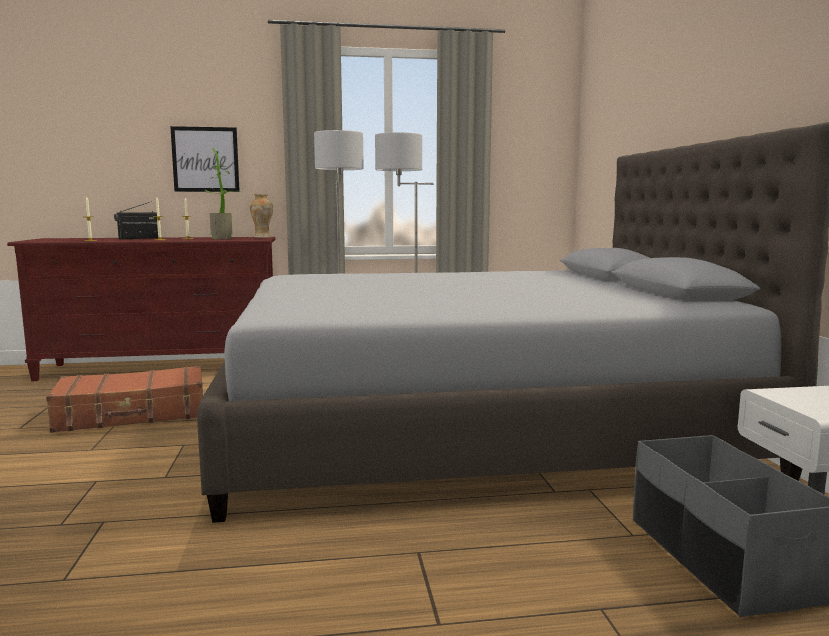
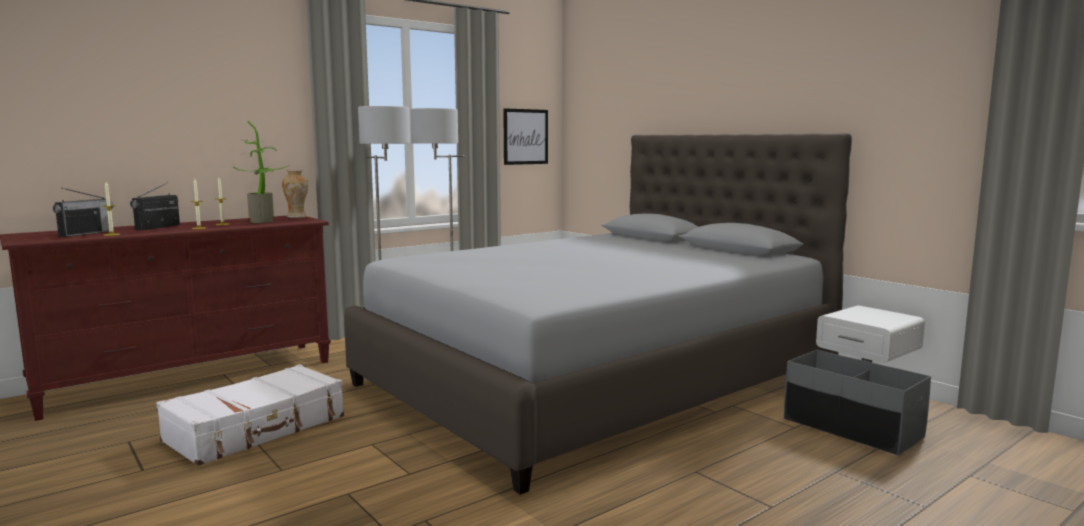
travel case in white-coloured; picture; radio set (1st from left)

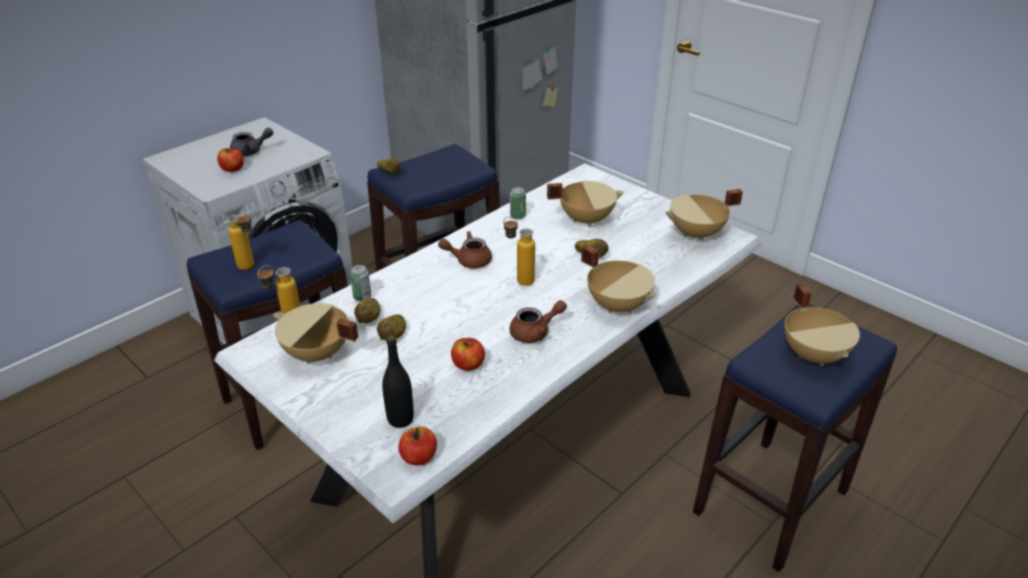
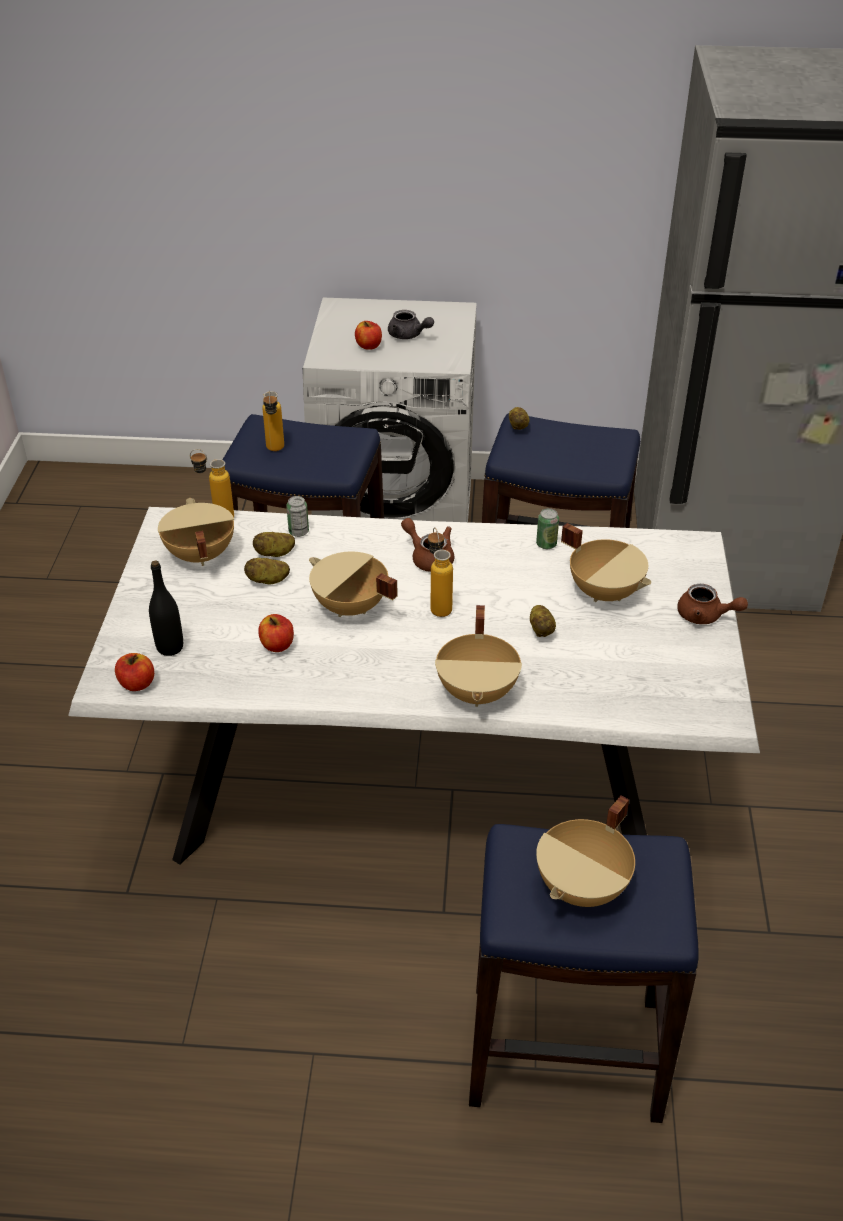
teapot in brownish (2nd from left); cooking pot in beige-coloured (2nd from left)

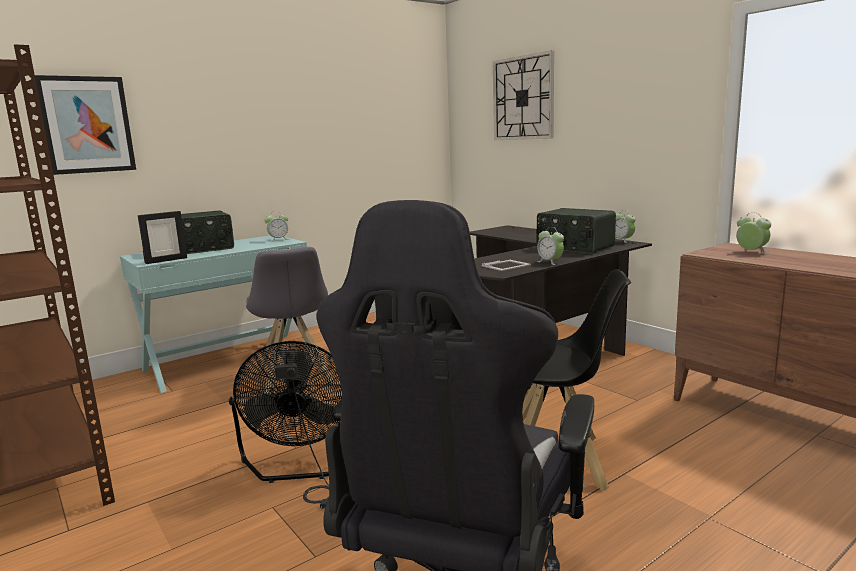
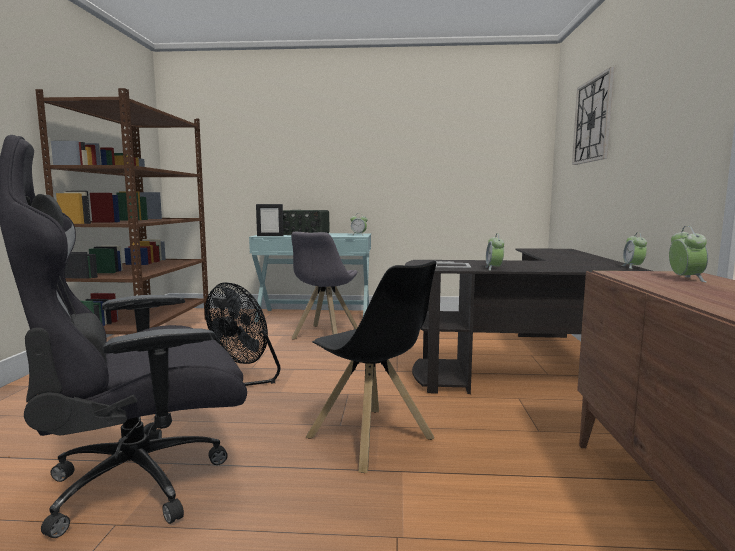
picture; radio set (2nd from left in the first image)

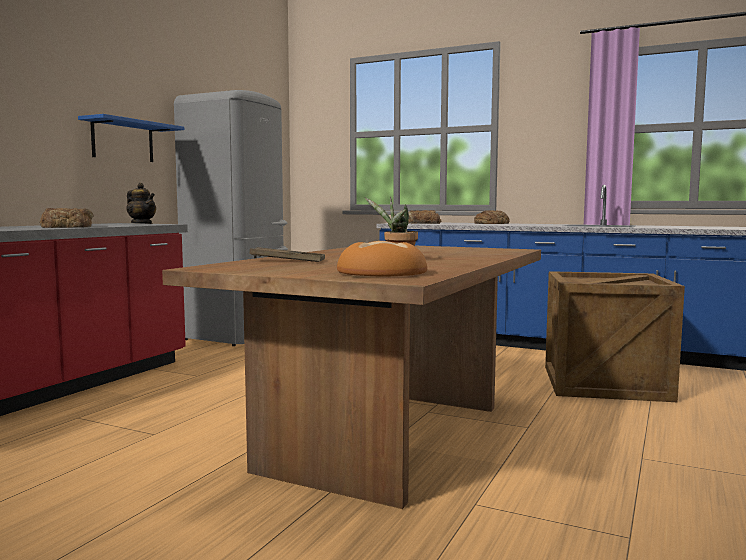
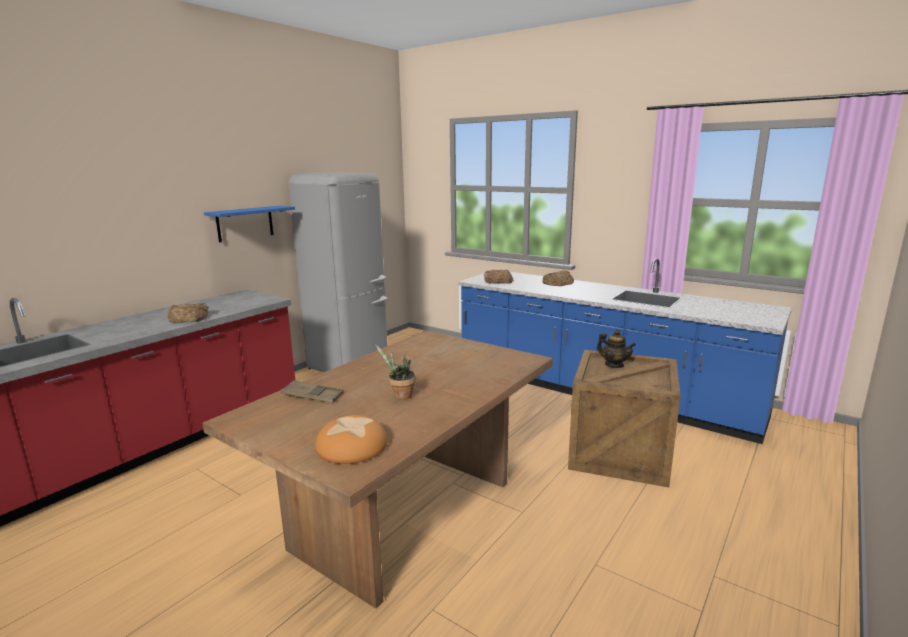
teapot

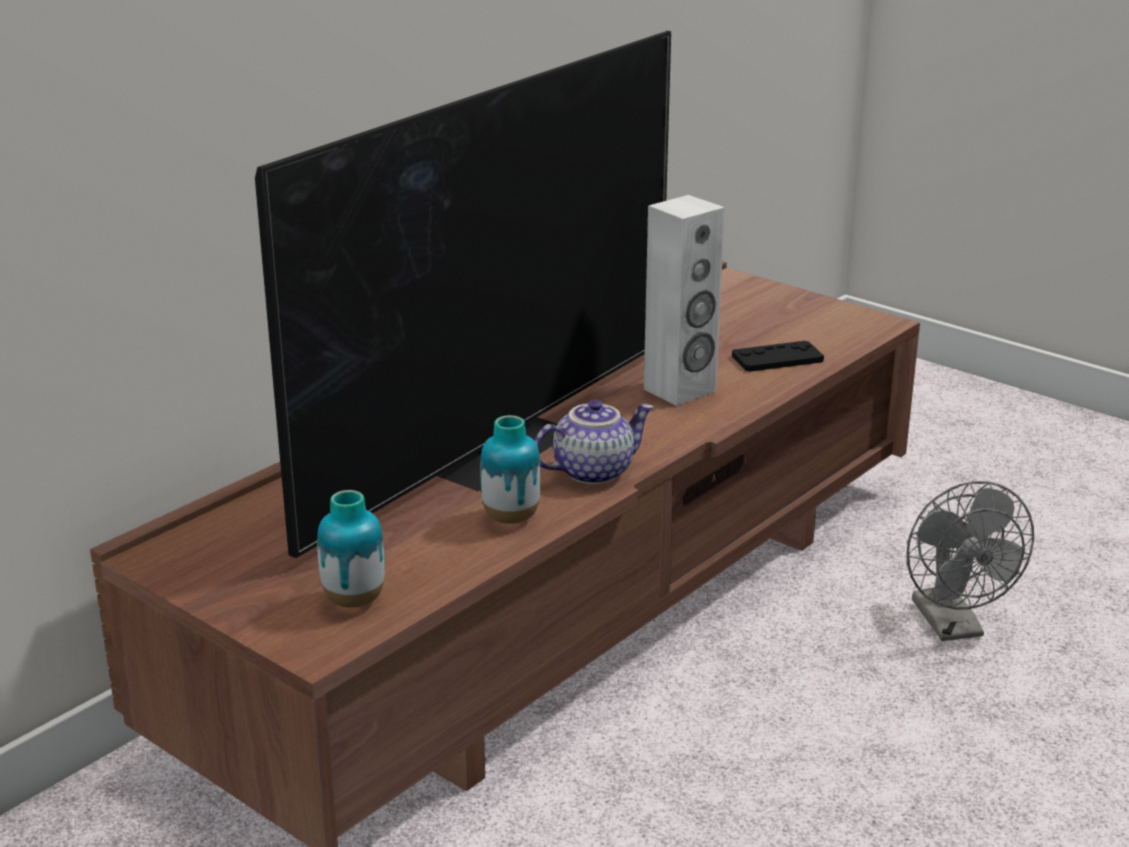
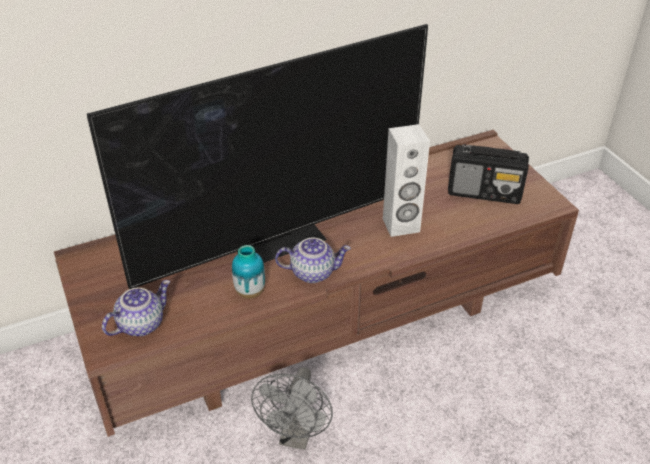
teapot (1st from left); joypad in blackish; fan in greyish; radio set

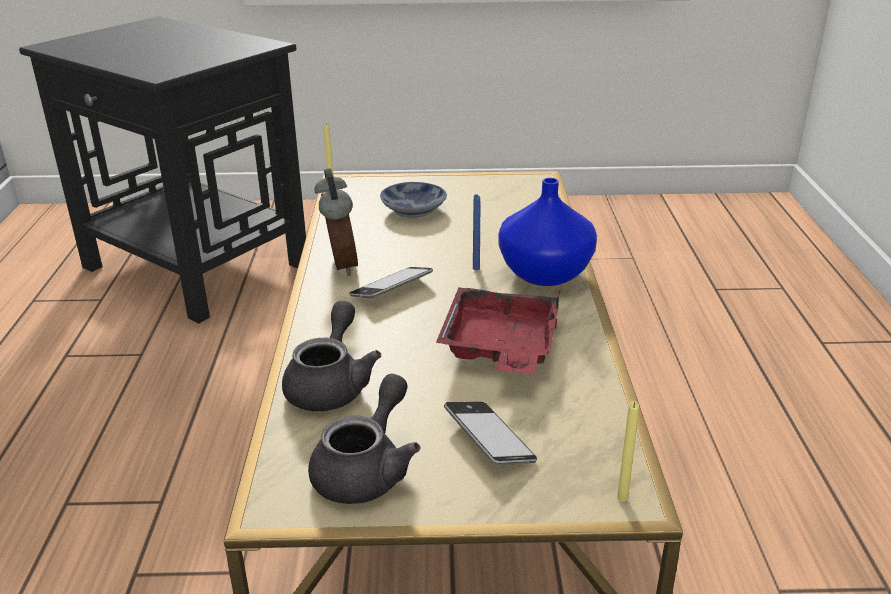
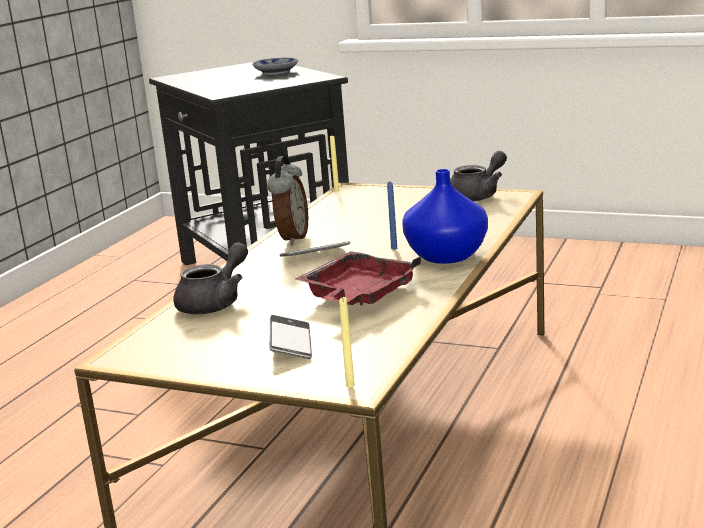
teapot in greyish (2nd from left); deep dish

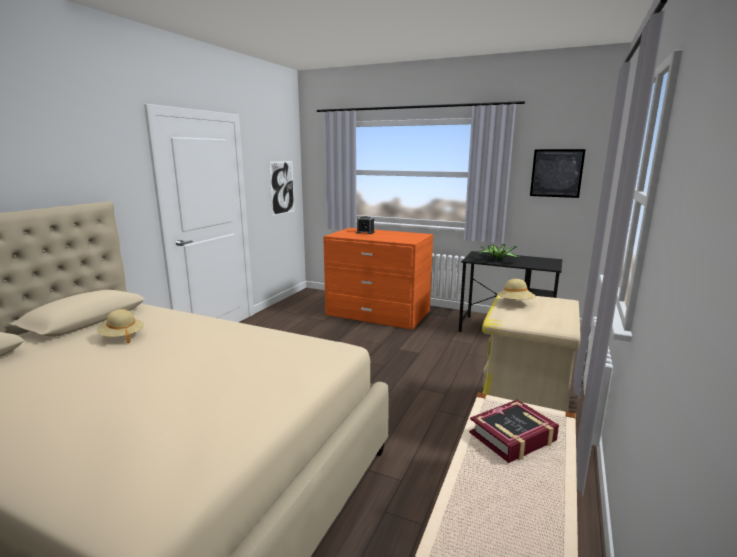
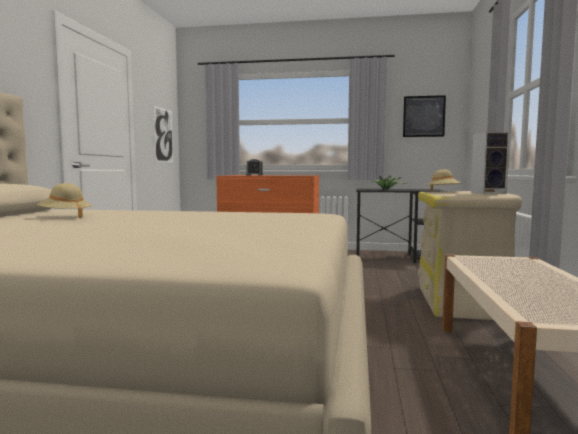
bound book; audio speaker

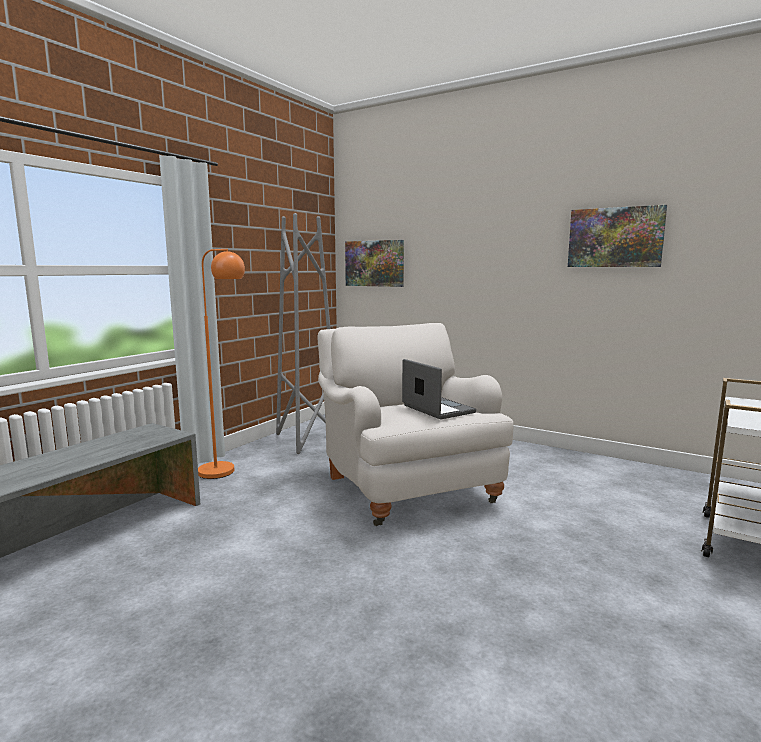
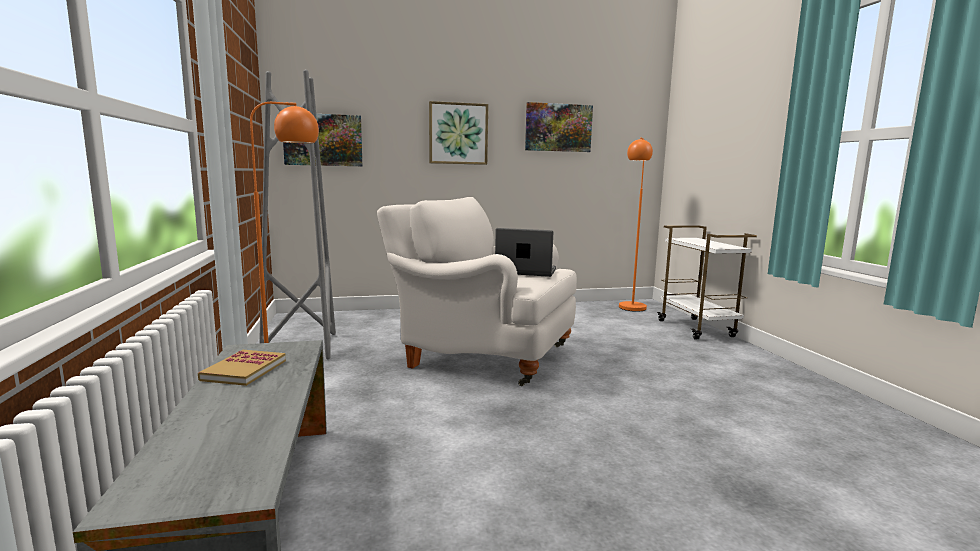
bound book; picture (2nd from left); standard lamp in orange (2nd from left)

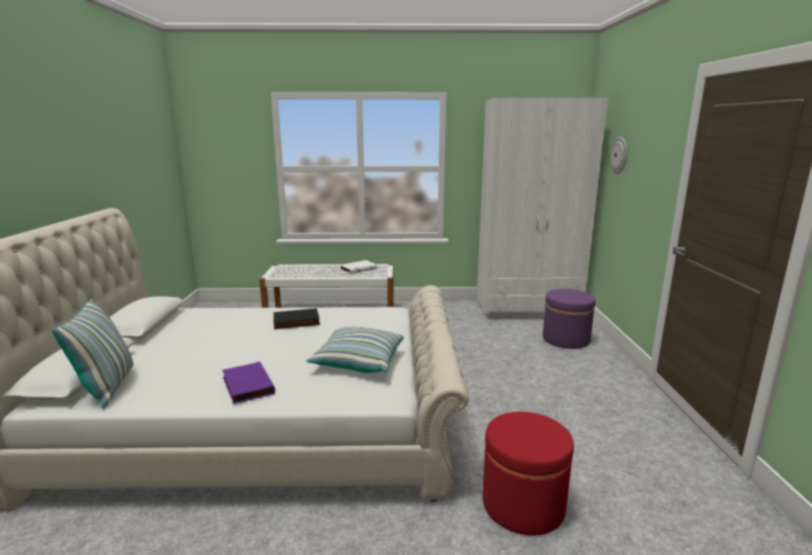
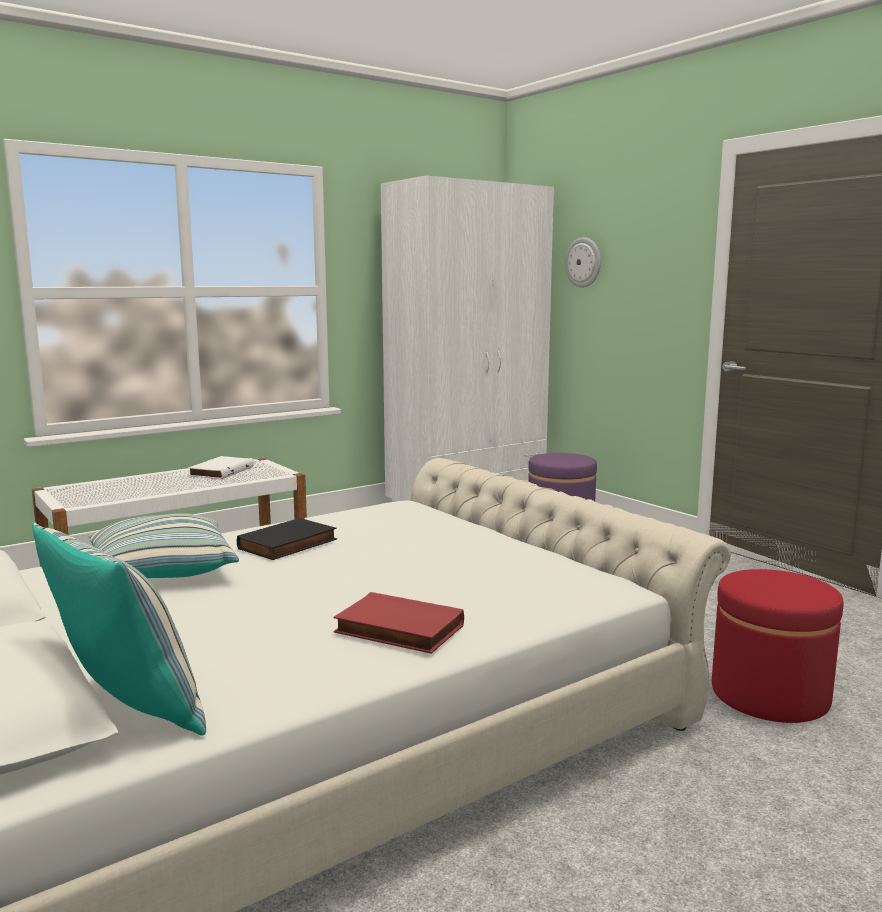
bound book in reddish; throw pillow (2nd from left)

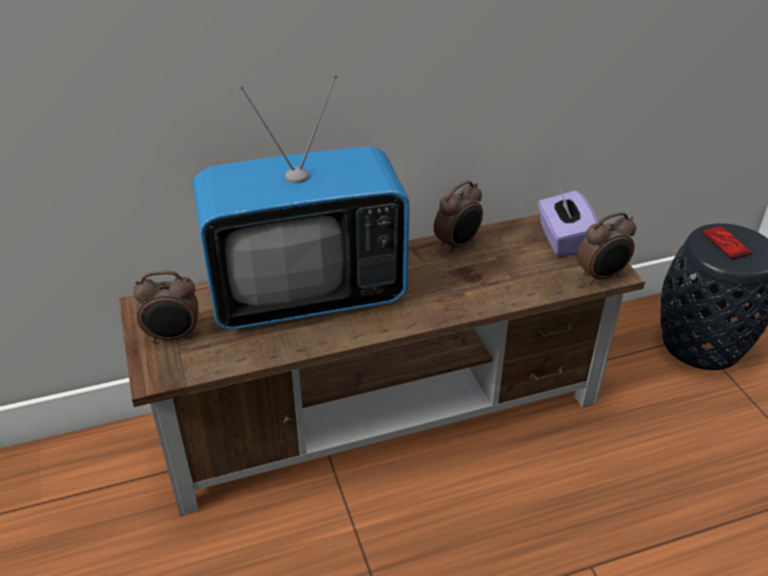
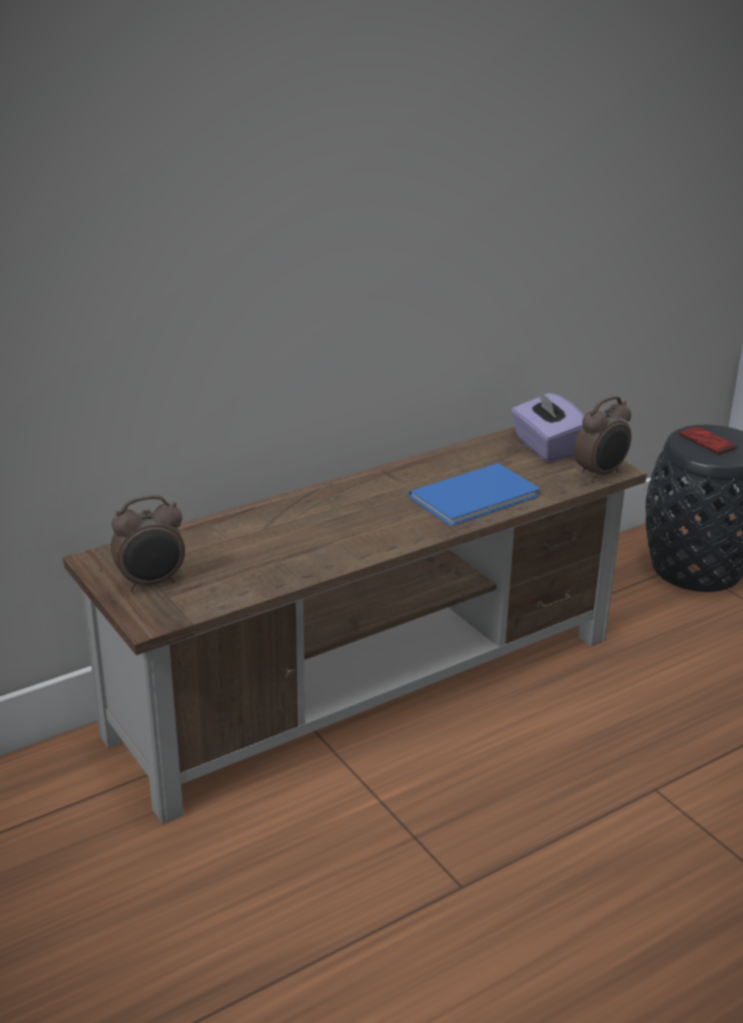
TV set; table clock (2nd from left in the first image); bound book in bluish

